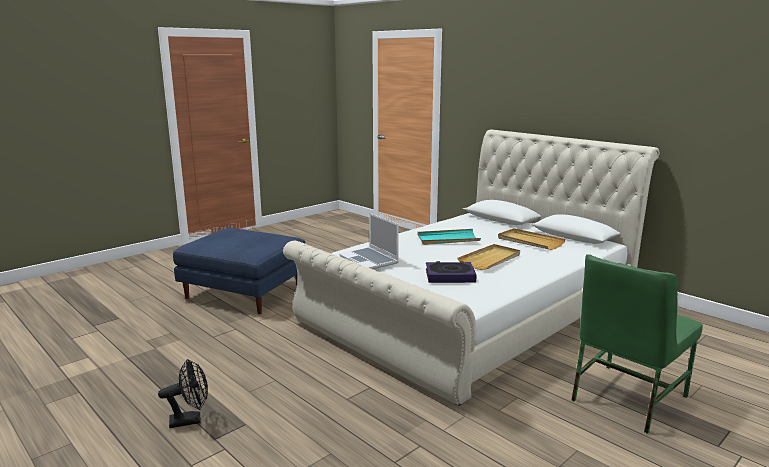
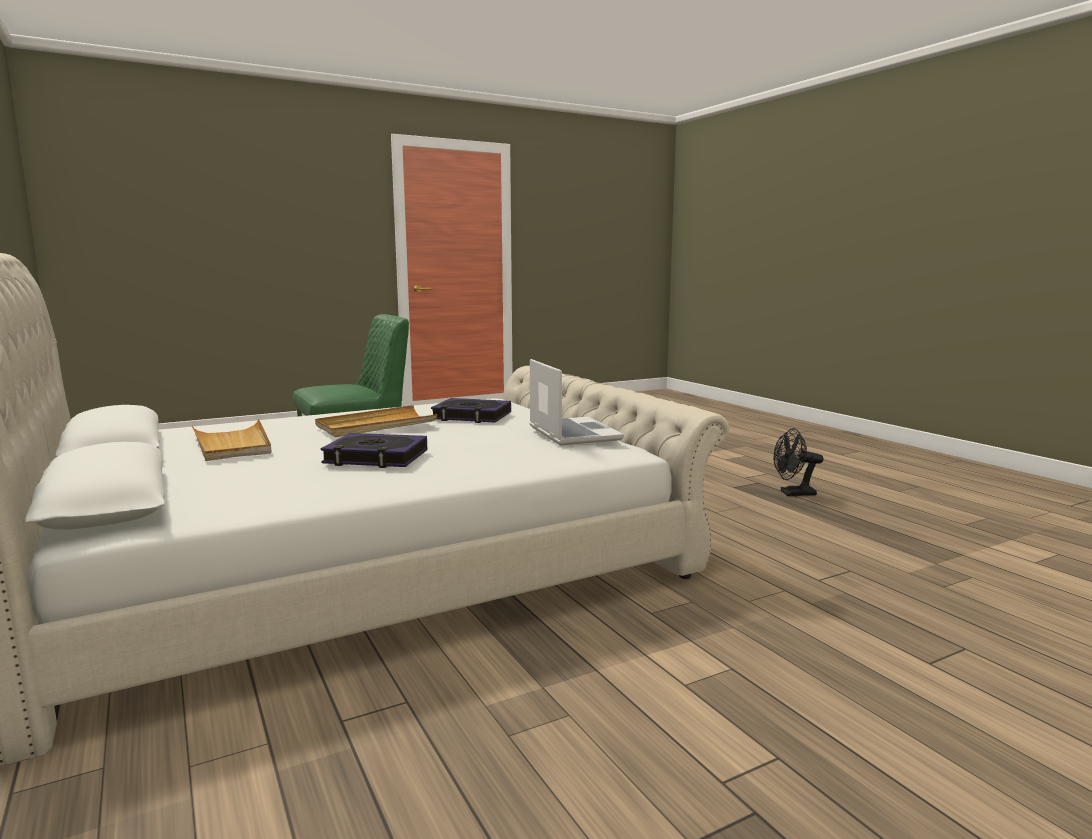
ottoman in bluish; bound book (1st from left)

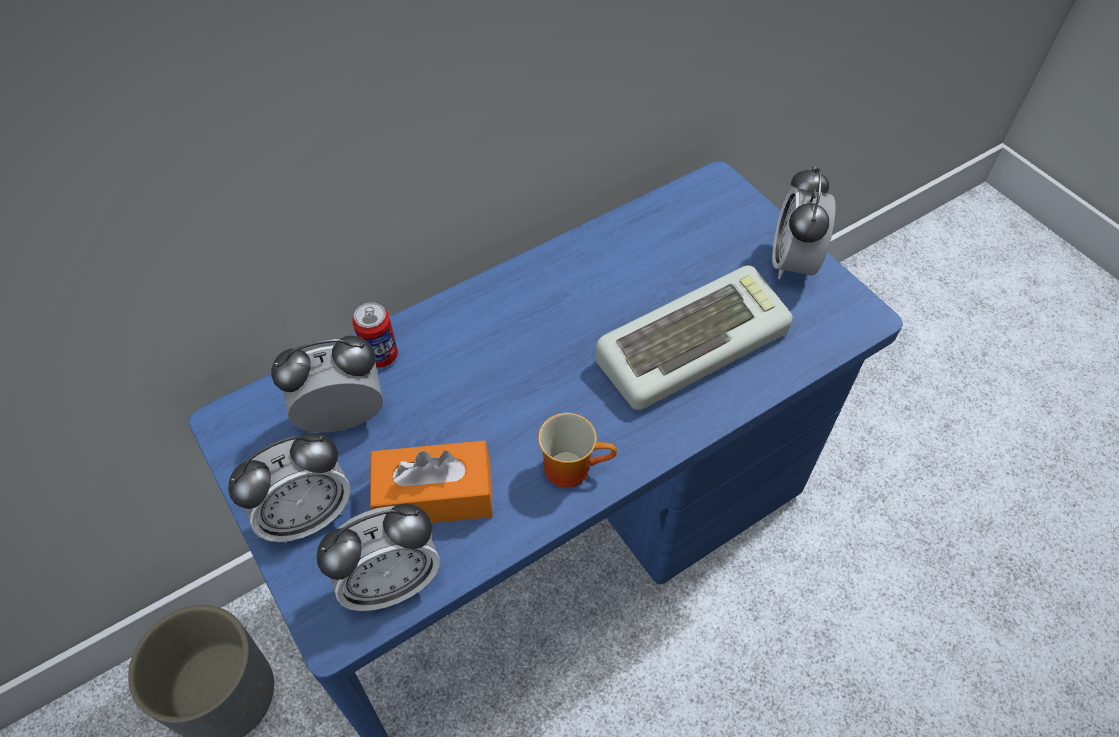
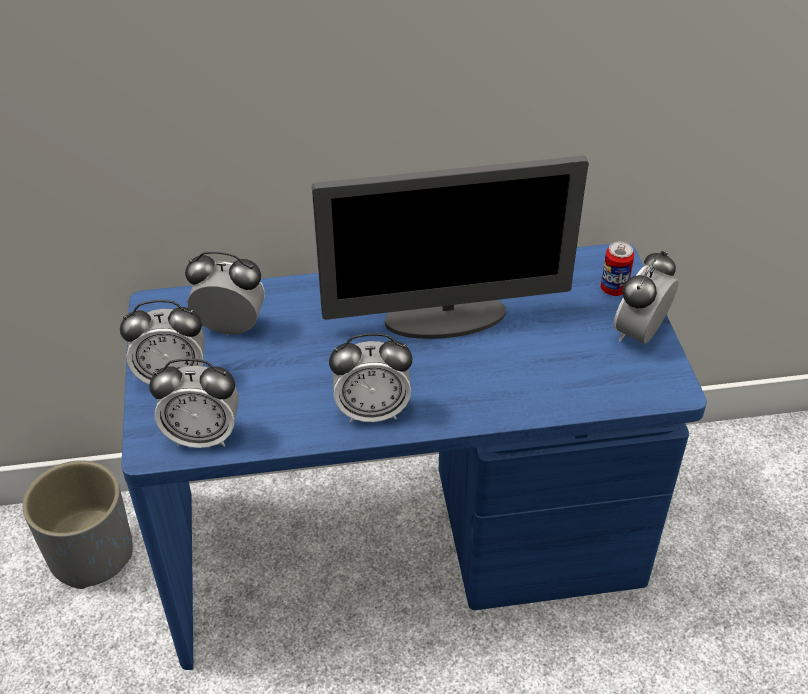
can; tissue box in orange; table clock (4th from left); computer keyboard; computer display

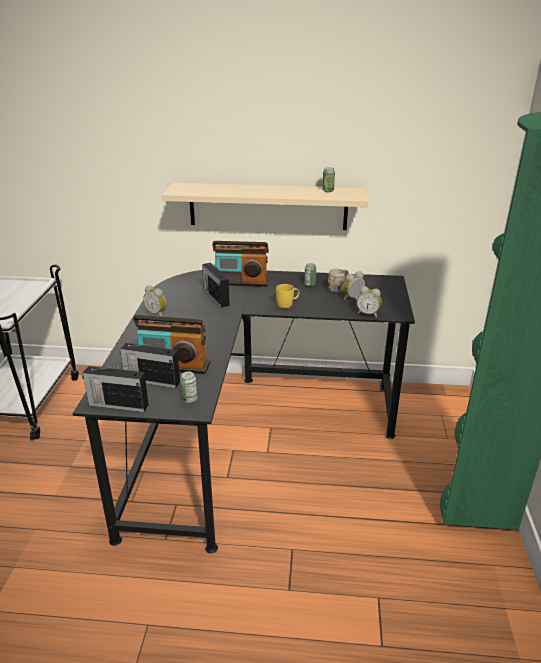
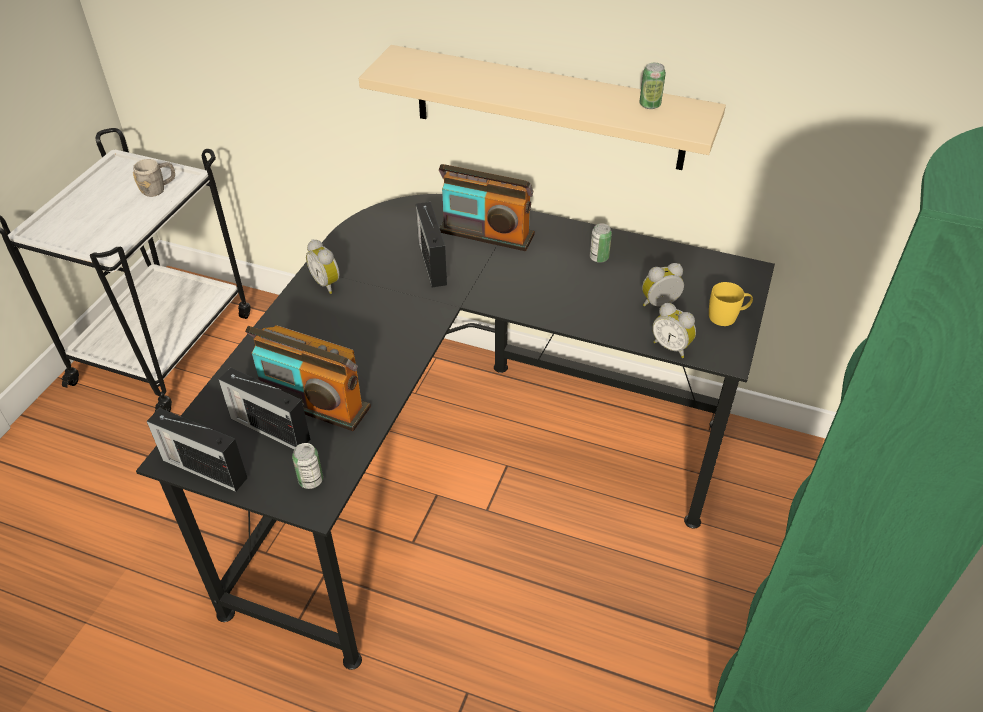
mug in yellowish; mug in greyish

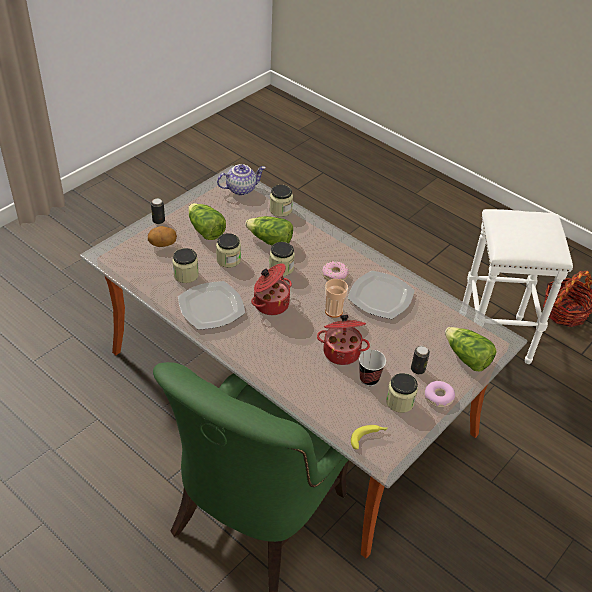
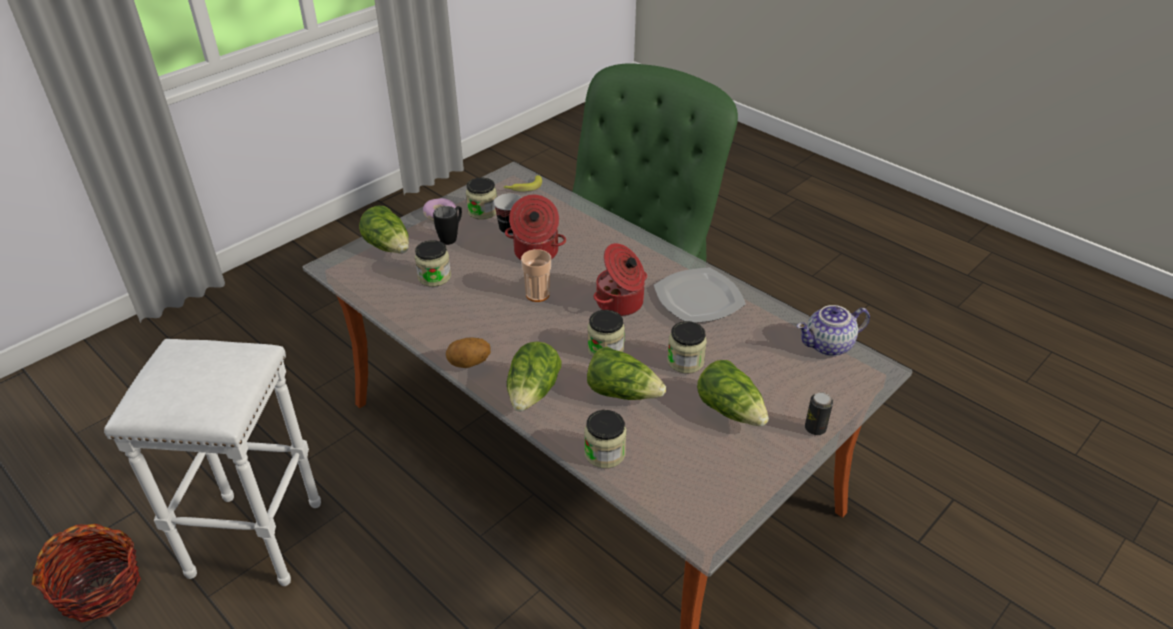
whole potato; storage jar (1st from left); teapot; ring doughnut (1st from left in the first image); plate (2nd from left in the first image); mug in blackish; head of lettuce (2nd from left)

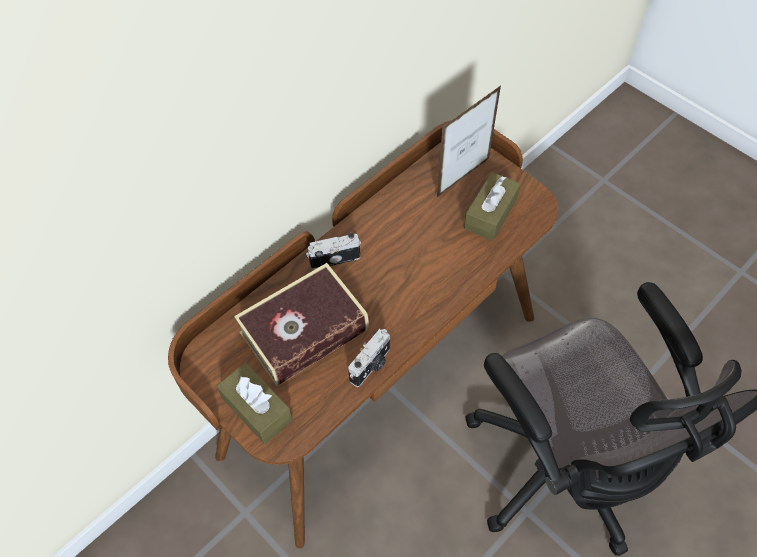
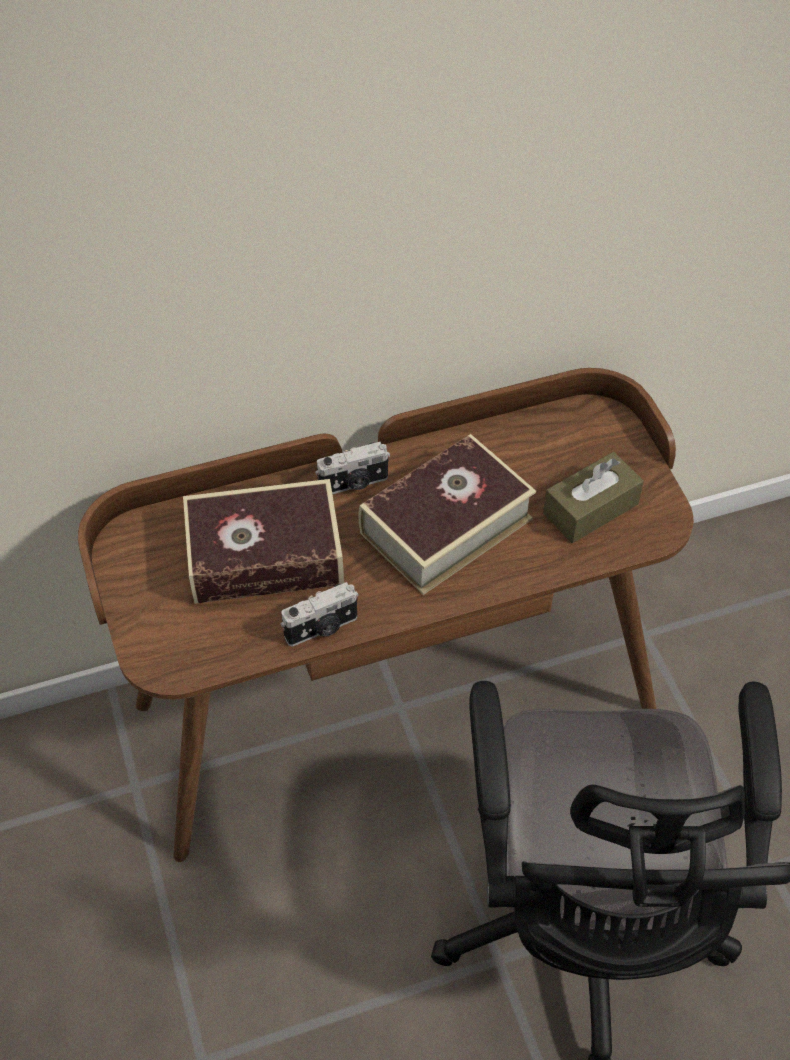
tissue box in brownish (1st from left in the first image); photo camera (2nd from left); standing frame; bound book (2nd from left)

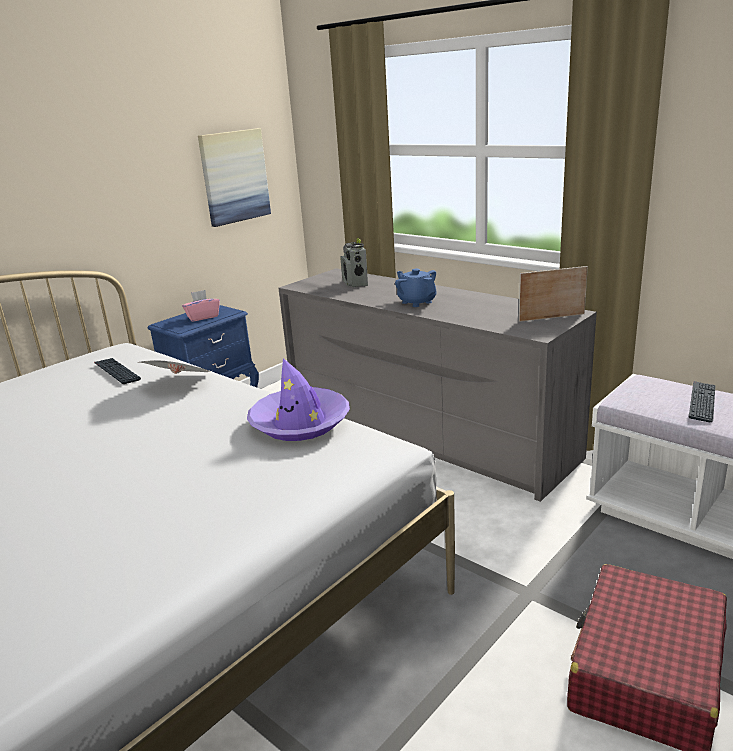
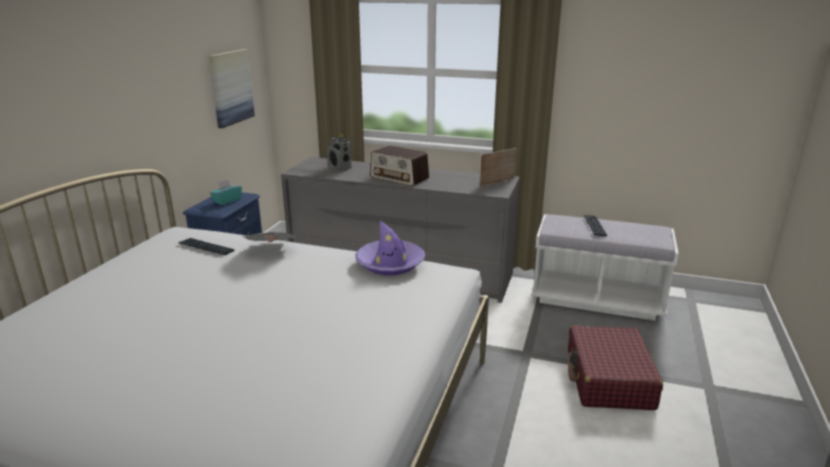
tissue box in turquoise; radio set (2nd from left)

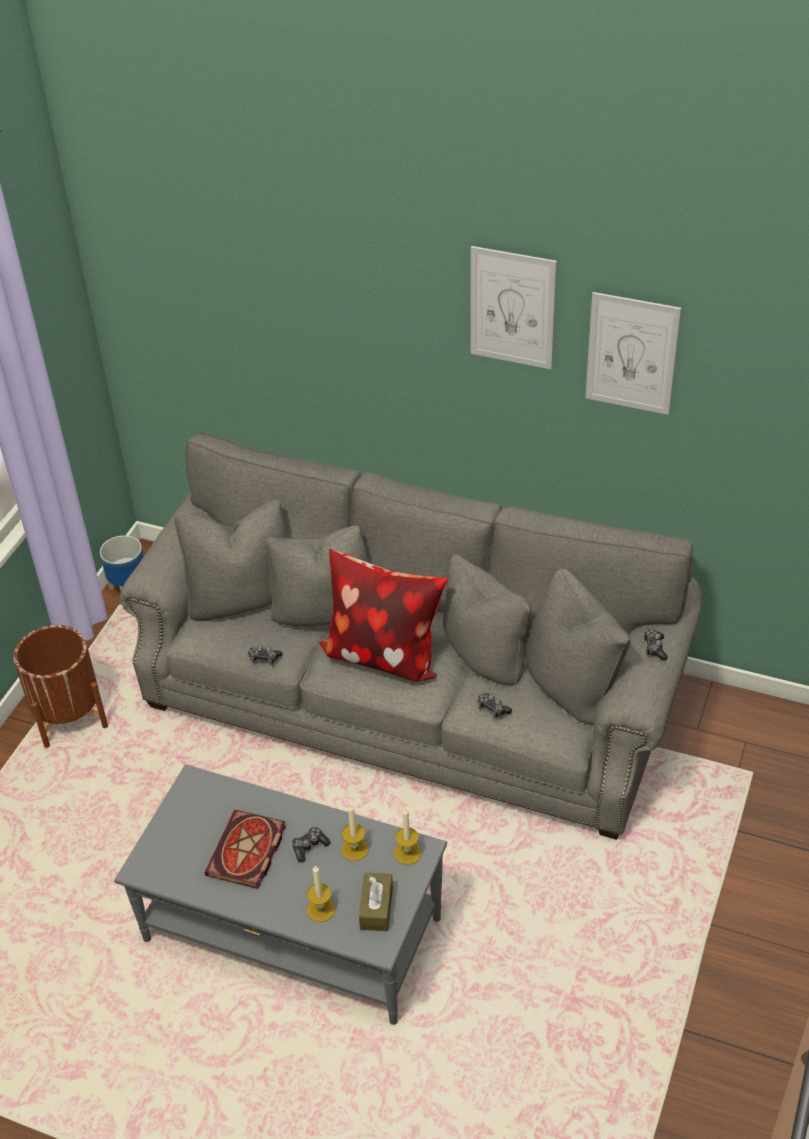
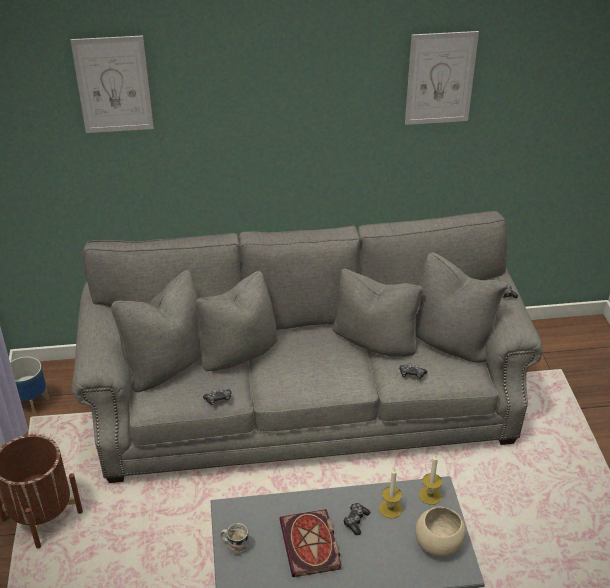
candle (1st from left in the first image); throw pillow; deep dish in beige-coloured; picture (1st from left); mug in white-coloured

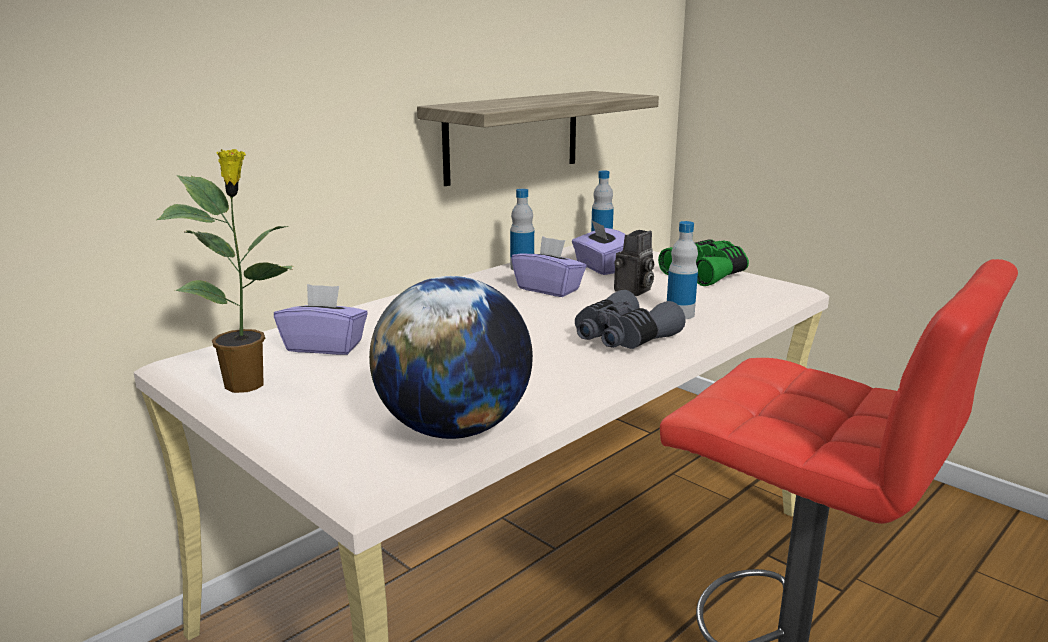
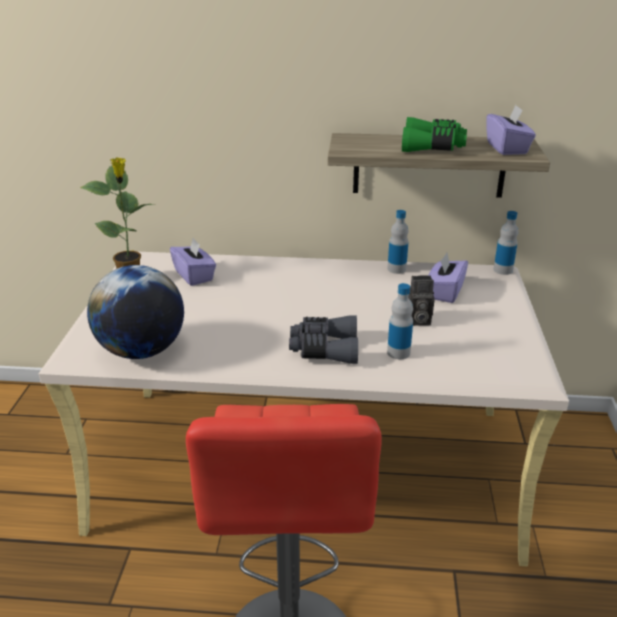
tissue box in purple-coloured (3rd from left); field glasses in green

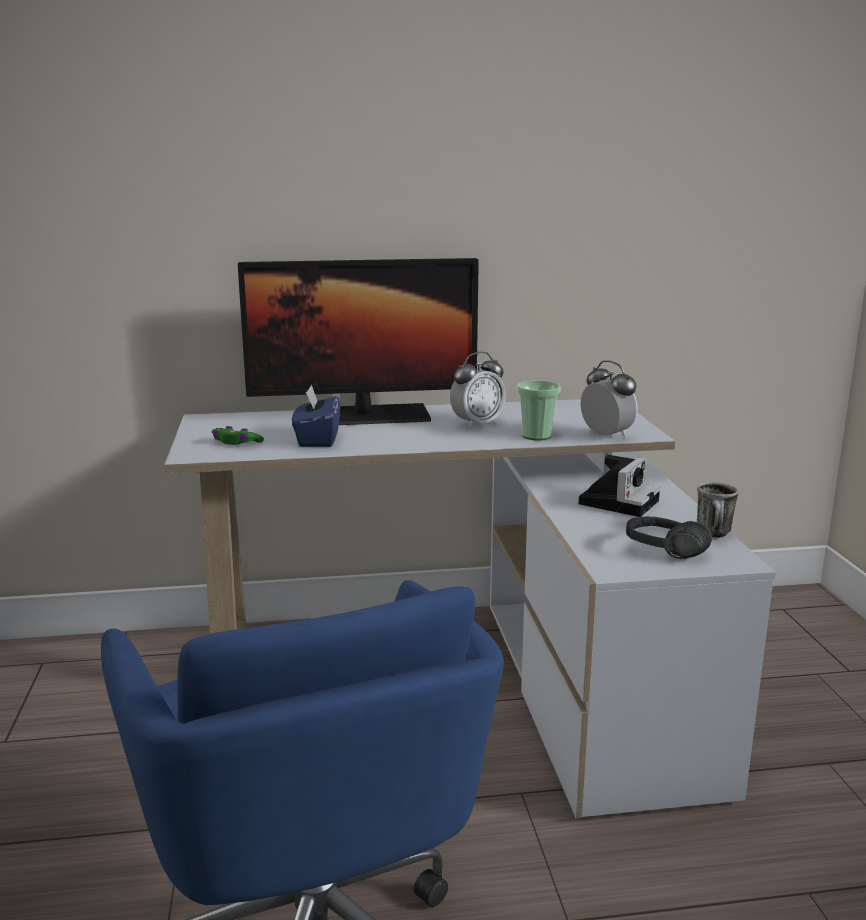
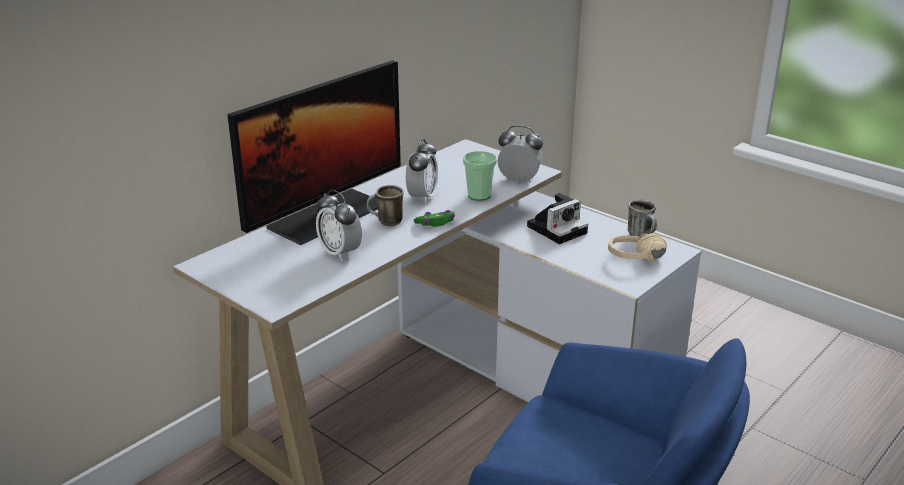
joypad in green; table clock (1st from left); photo camera; headset in beige-coloured; mug (1st from left)

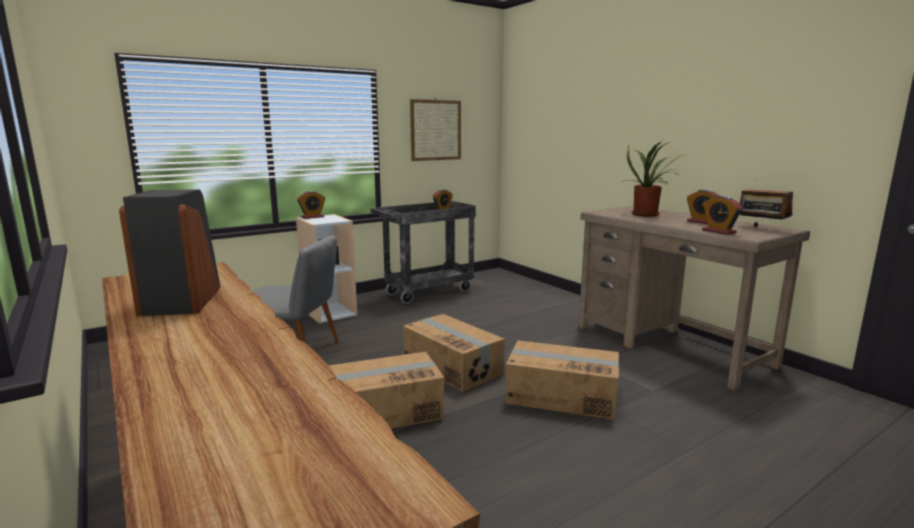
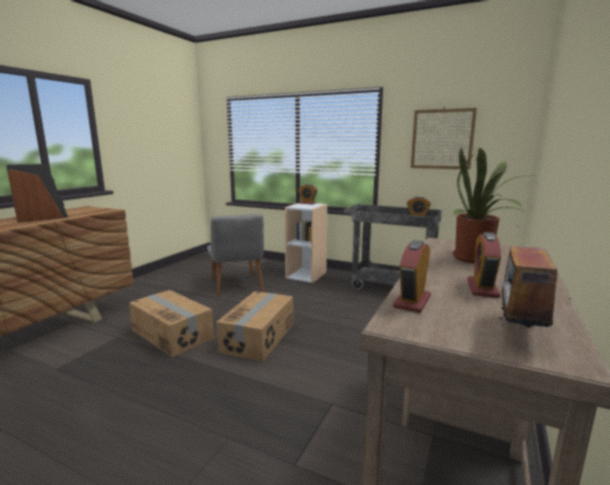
packing box (3rd from left in the first image)

